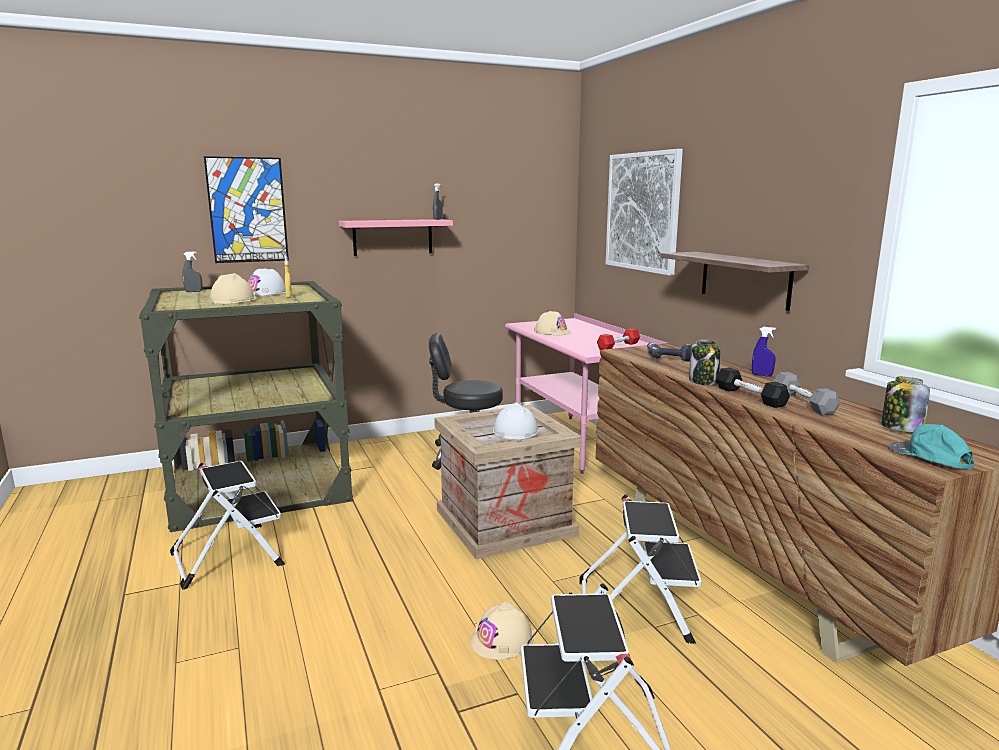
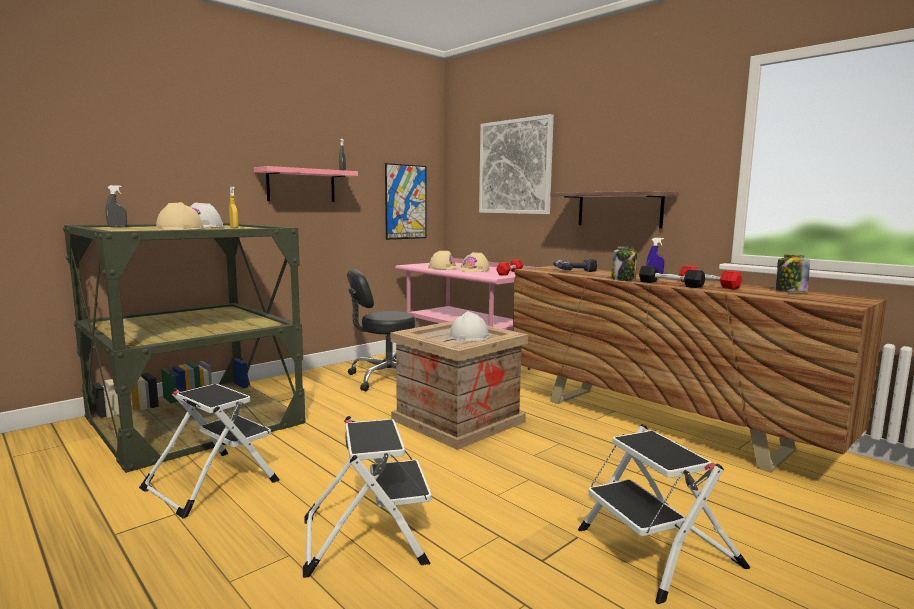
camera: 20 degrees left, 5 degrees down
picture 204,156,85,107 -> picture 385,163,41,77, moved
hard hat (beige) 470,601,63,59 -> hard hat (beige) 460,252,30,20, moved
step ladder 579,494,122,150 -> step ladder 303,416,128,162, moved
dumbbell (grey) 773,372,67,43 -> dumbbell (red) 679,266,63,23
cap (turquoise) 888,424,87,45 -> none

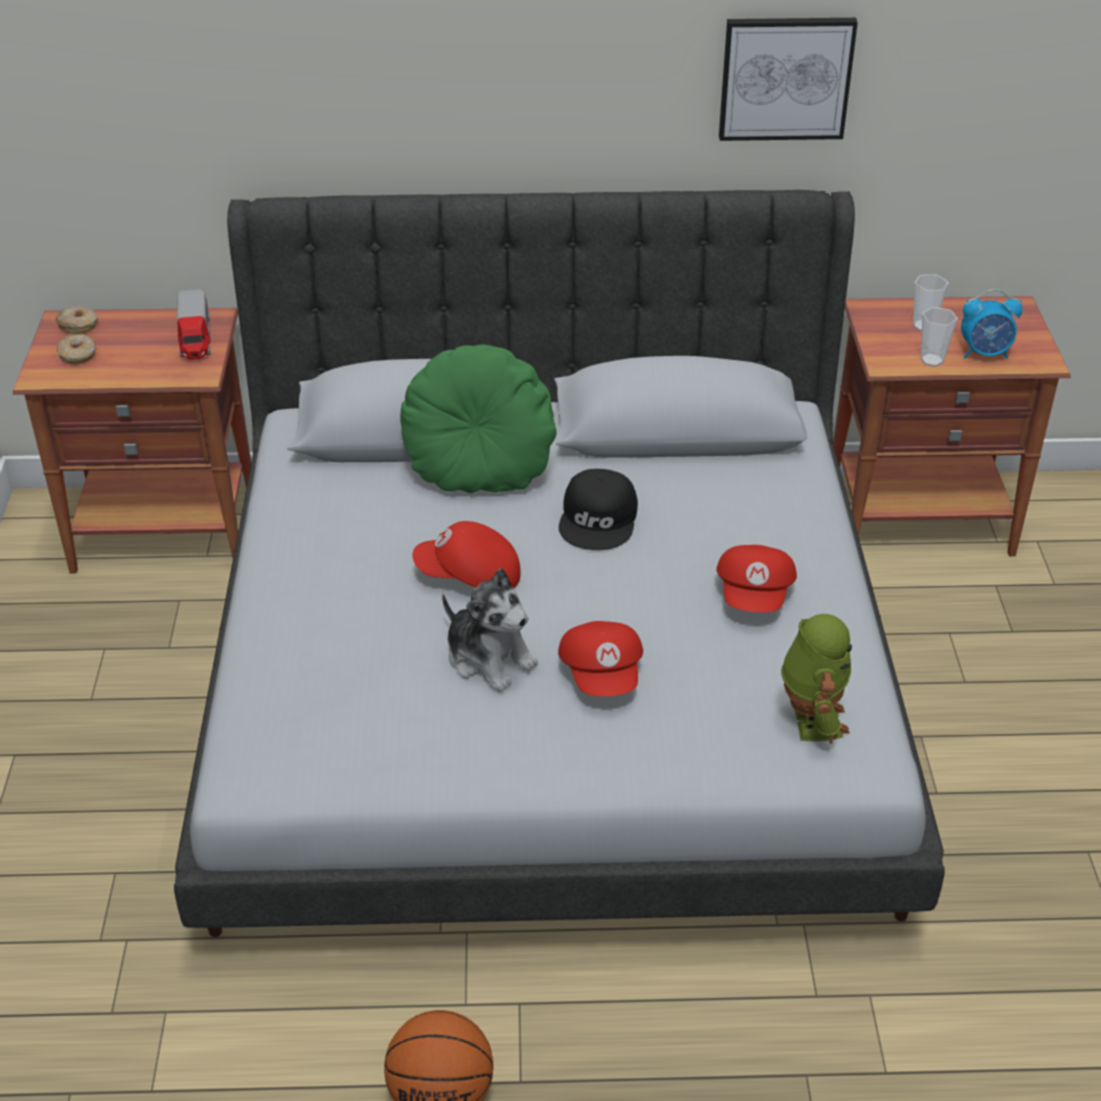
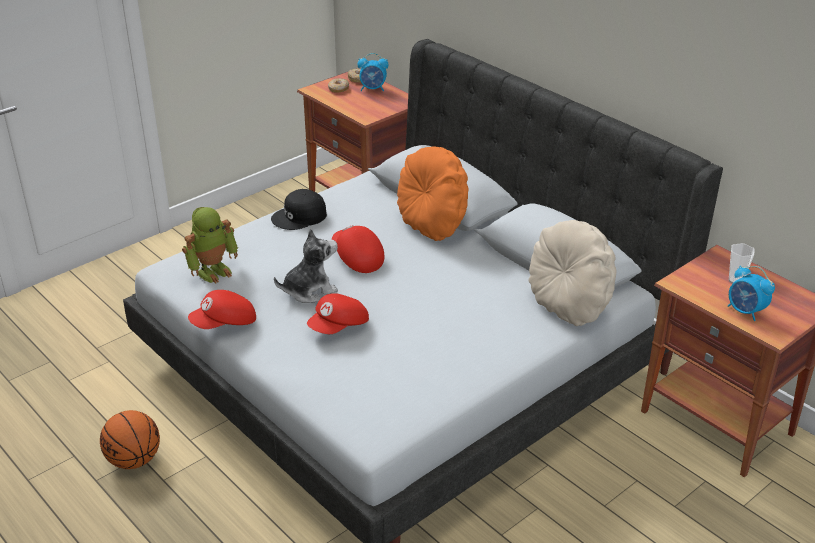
camera: 50 degrees right, 5 degrees down
toy truck 177,289,34,71 -> none
pillow (green) 400,345,157,148 -> pillow (orange) 397,146,71,95
plush toy 442,568,96,124 -> plush toy 274,228,64,75, 120 degrees counterclockwise
cap (black) 559,469,79,81 -> cap (black) 271,189,56,41, moved
cap (red) 716,545,81,67 -> cap (red) 188,290,68,39, moved
picture 719,18,139,123 -> none
toy robot 781,614,71,130 -> toy robot 182,207,56,76, moved
cup 921,307,37,60 -> none
none -> alarm clock 358,53,31,39
none -> pillow (beige) 529,220,87,106

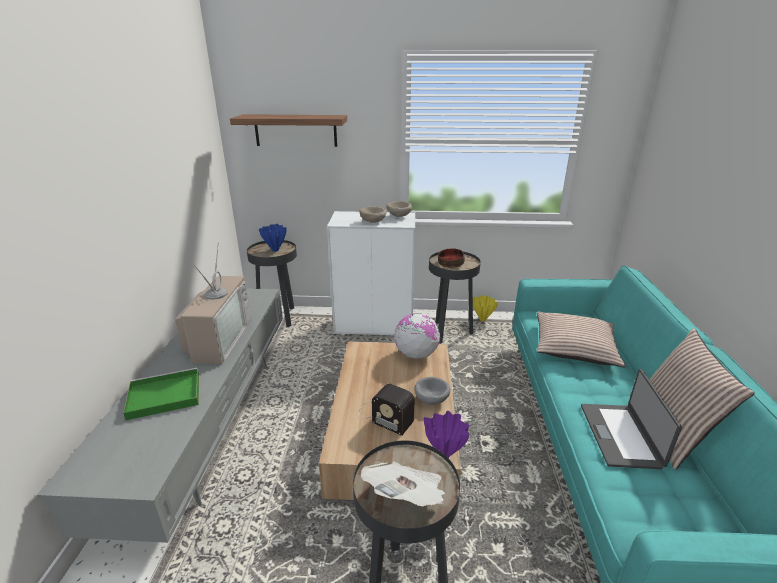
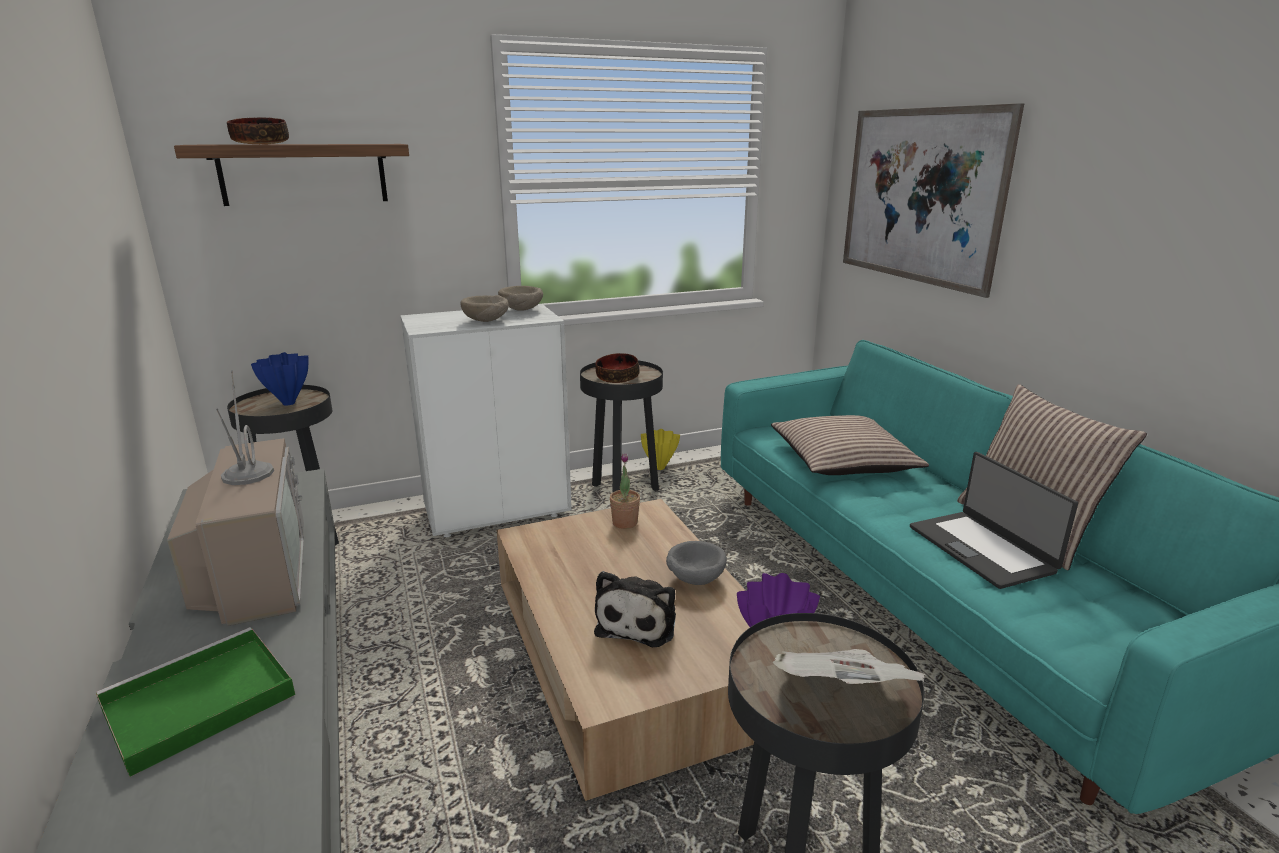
camera: 25 degrees left, 5 degrees down
radio 358,384,57,52 -> plush toy 594,571,82,76
globe 394,313,46,46 -> potted plant 610,453,30,76
none -> bowl 227,117,62,27
none -> picture 843,103,181,195

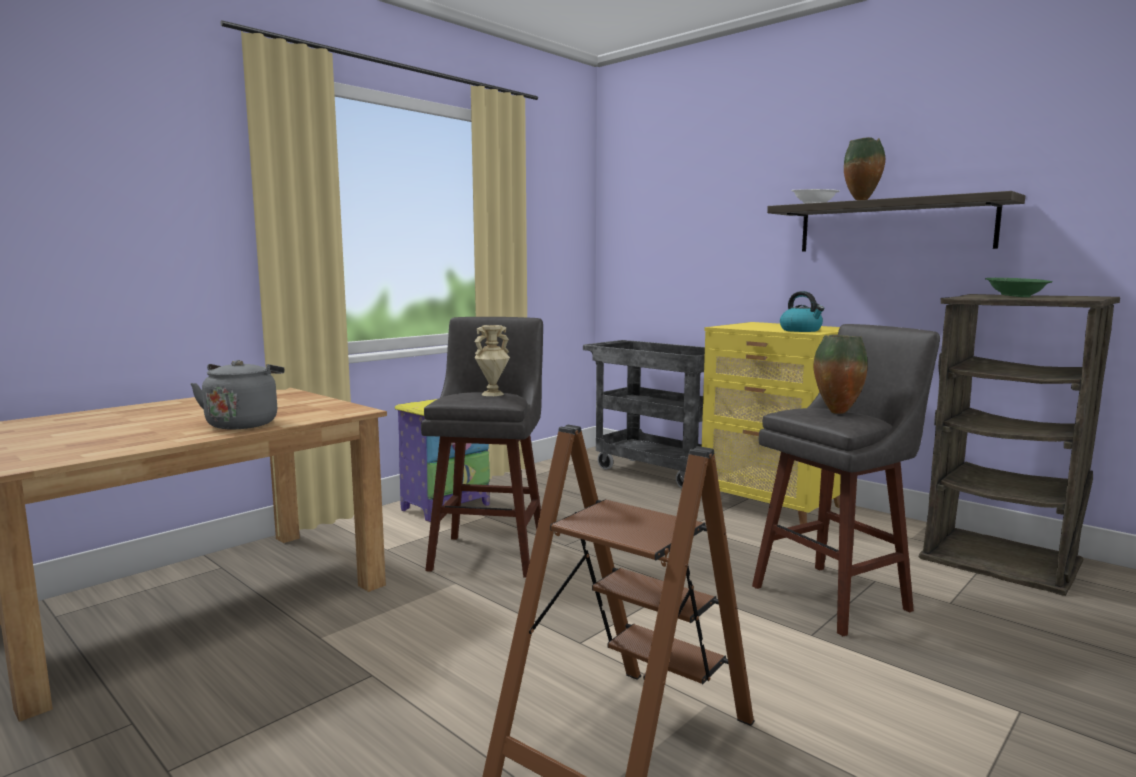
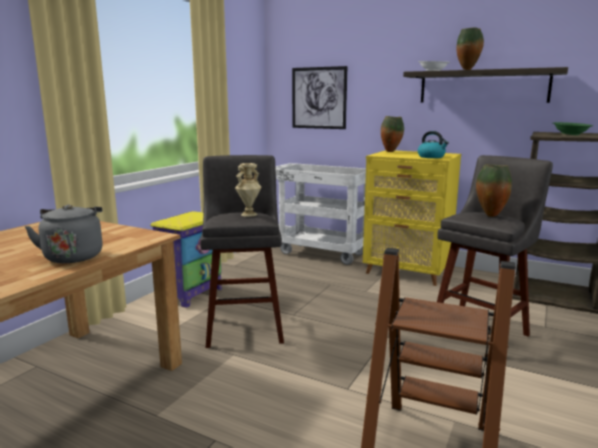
camera: 15 degrees left, 5 degrees up
cart (black) 583,340,122,149 -> cart (white) 275,163,91,102
none -> picture 292,66,55,63
none -> vase 381,116,23,36

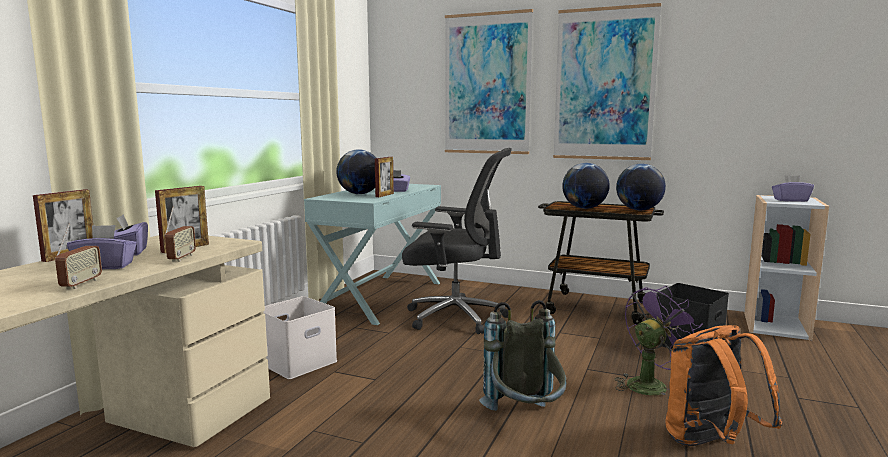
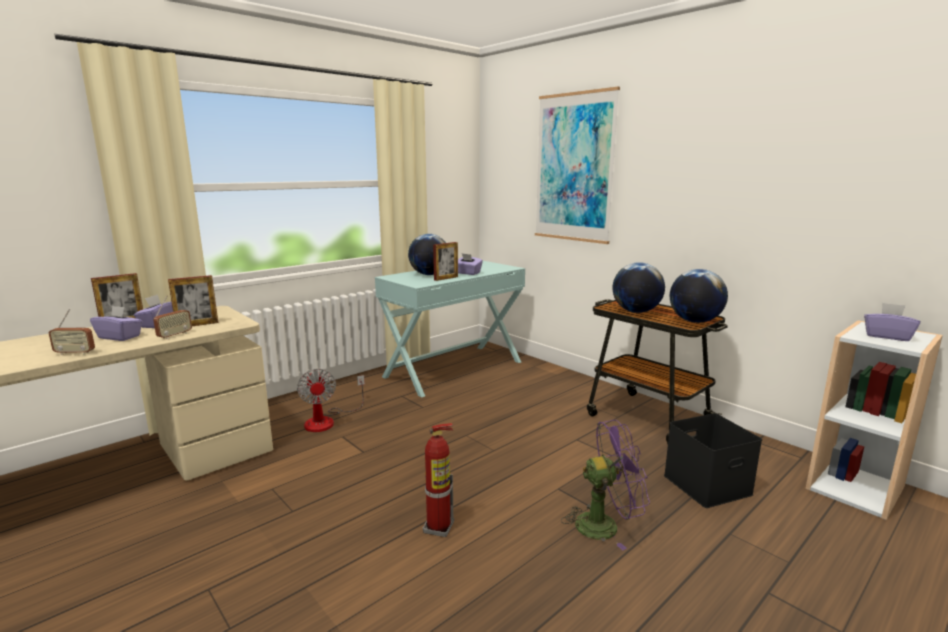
camera: 25 degrees right, 5 degrees up
radio 55,223,47,66 -> radio 49,308,46,47, 60 degrees clockwise
storage box (white) 264,296,73,83 -> fan 297,369,68,63
office chair 402,148,110,186 -> none
backpack (grey) 479,300,87,111 -> fire extinguisher 423,423,31,114
picture 553,3,108,157 -> none
backpack (orange) 665,325,117,121 -> none

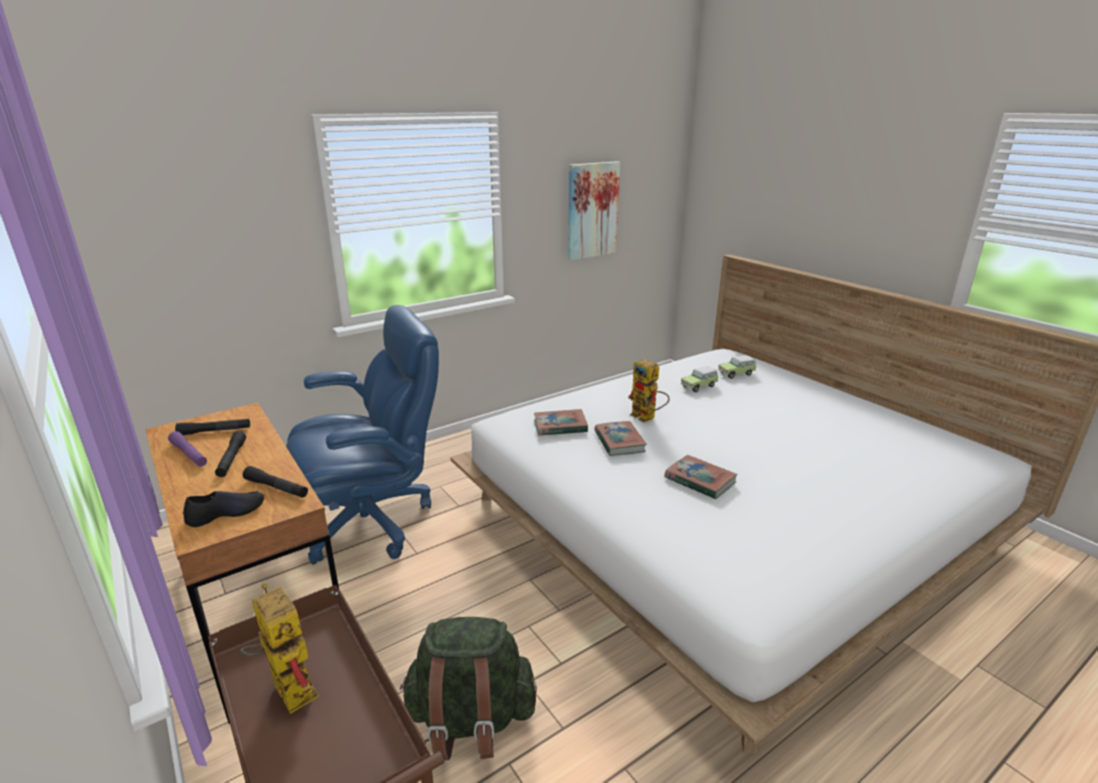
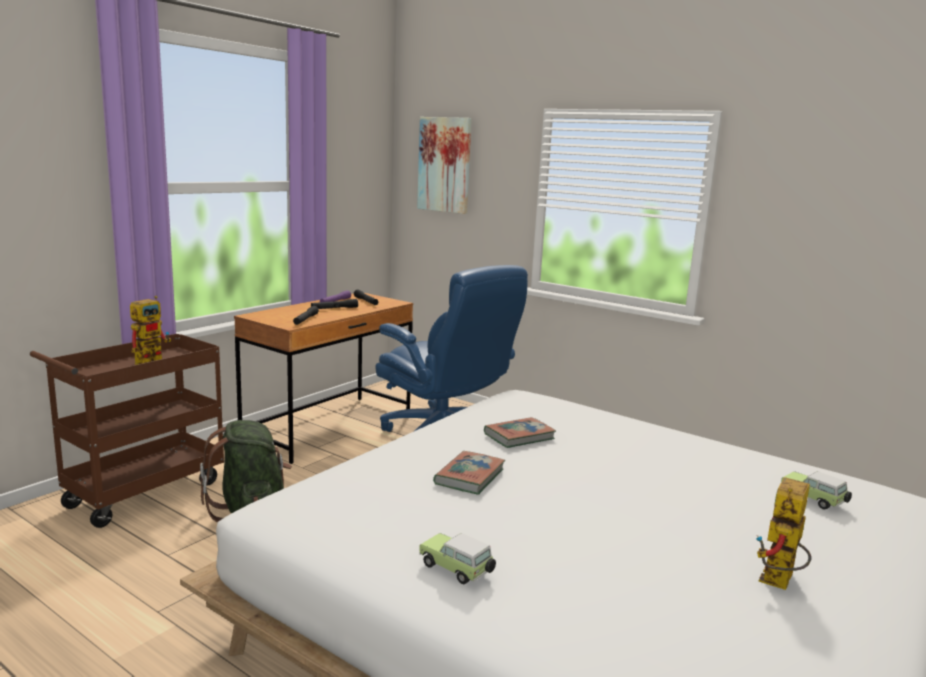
camera: 70 degrees right, 10 degrees down
shoe (black) 183,491,81,36 -> none
book 534,409,54,27 -> none
picture 568,161,52,99 -> picture 417,117,55,97, moved
toy robot 628,359,42,63 -> toy robot 756,477,55,113, moved
toy car 681,366,38,26 -> toy car 419,533,77,51, moved

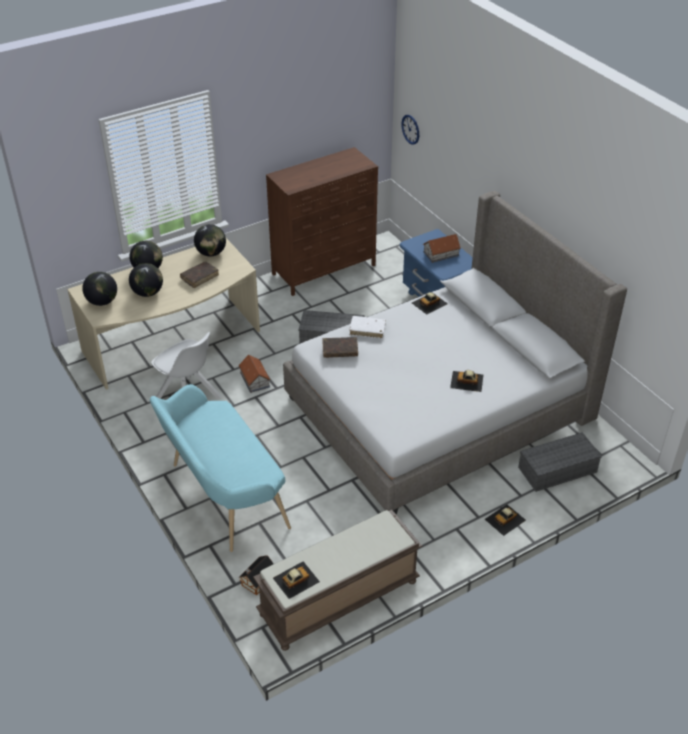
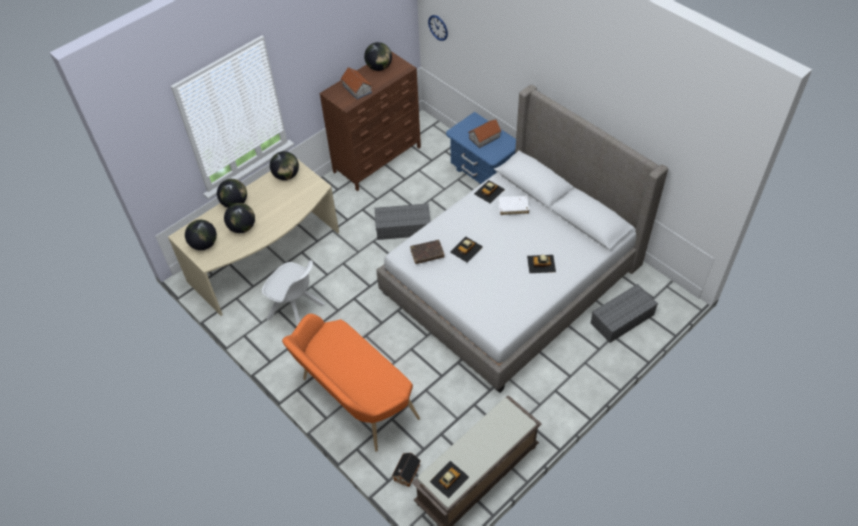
camera: 10 degrees left, 10 degrees up
bench (turquoise) 150,384,141,168 -> bench (orange) 282,314,138,138
book (brown) 180,262,39,26 -> none
toy house 239,354,32,39 -> toy house 341,67,31,33, moved
book (white) 349,316,37,23 -> book (white) 498,196,31,20, moved
toy car 485,504,41,32 -> toy car 450,237,33,26, moved
none -> globe 364,42,28,29

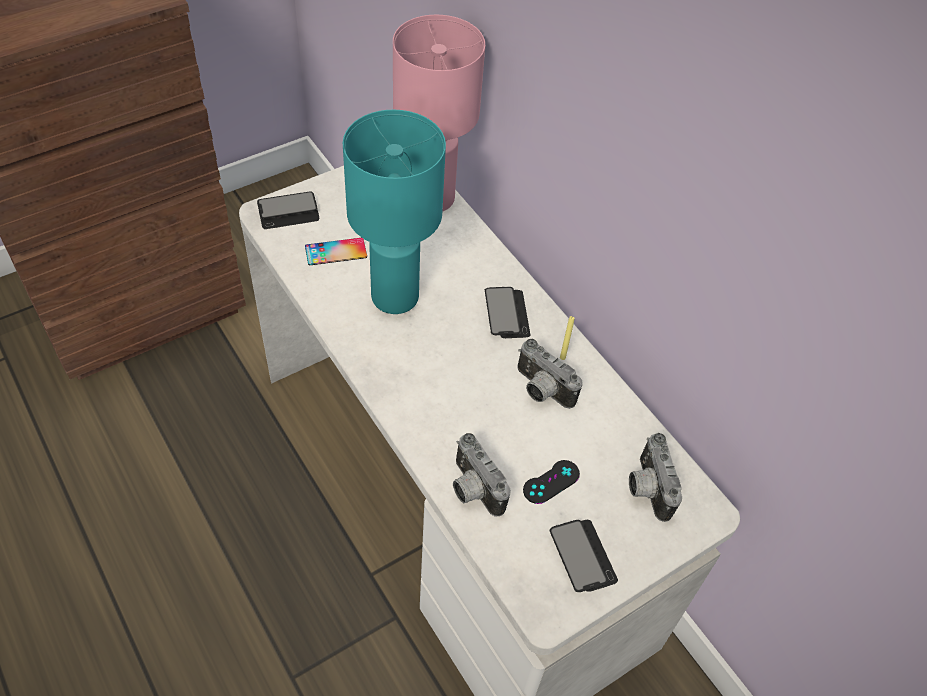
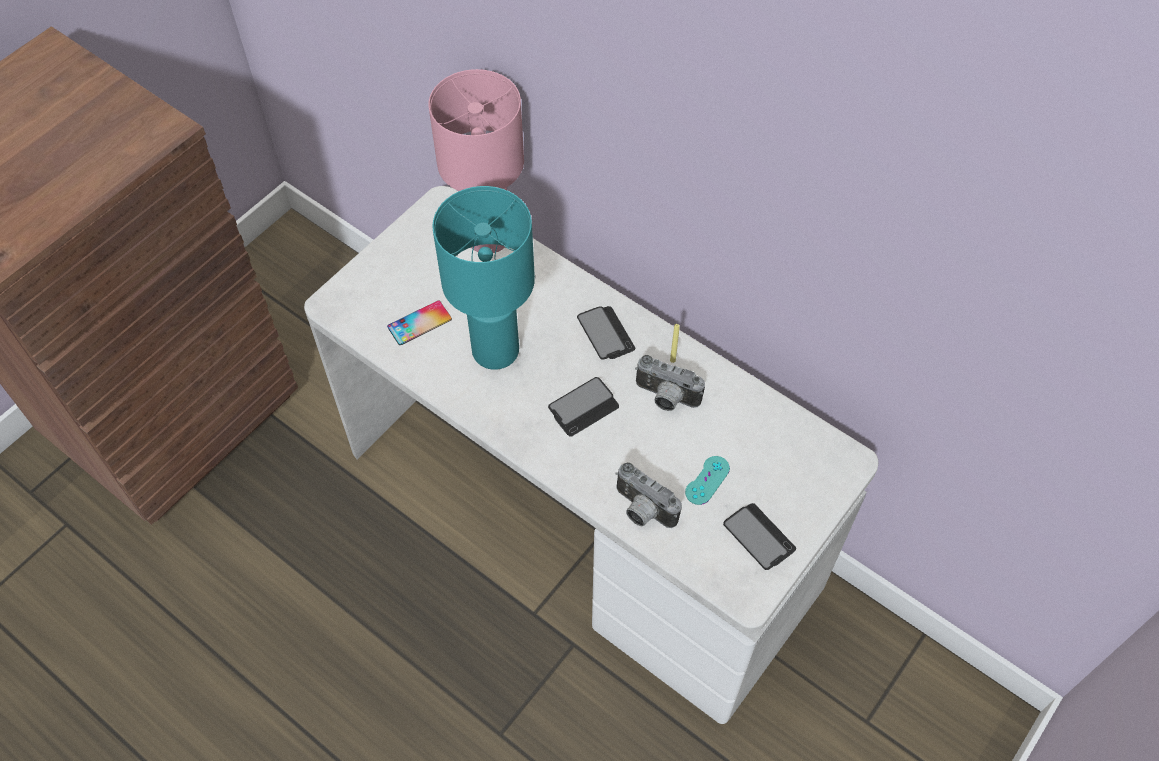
camera: 15 degrees left, 5 degrees up
phone 257,191,62,38 -> phone 548,377,71,60, moved
game controller (black) 523,460,57,44 -> game controller (turquoise) 685,456,45,49
photo camera 629,433,53,89 -> none

